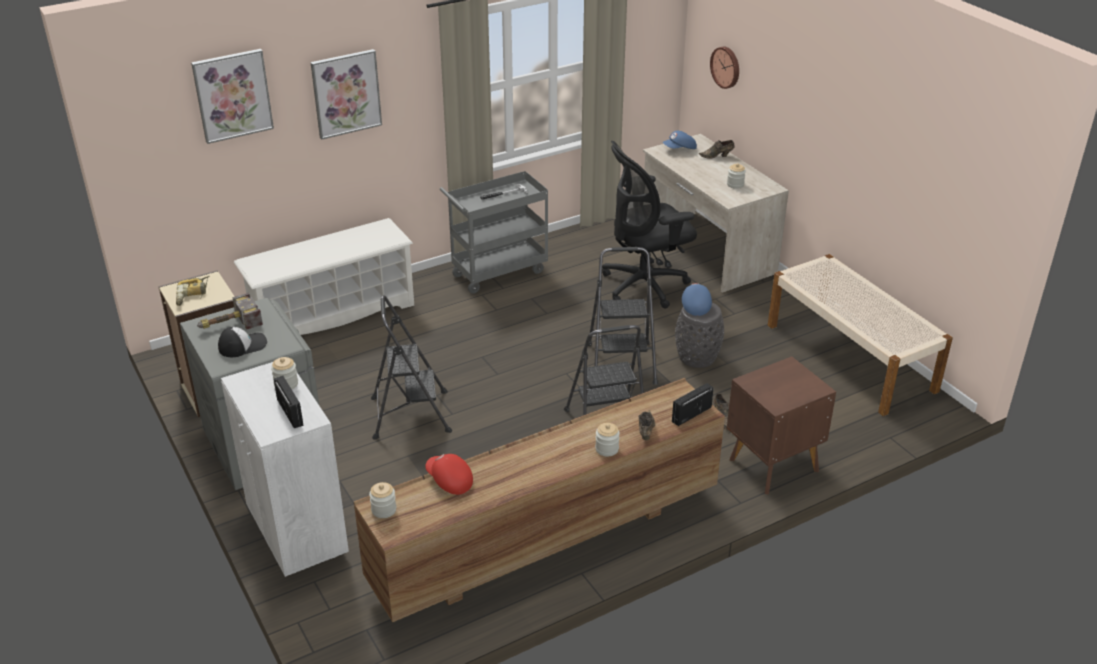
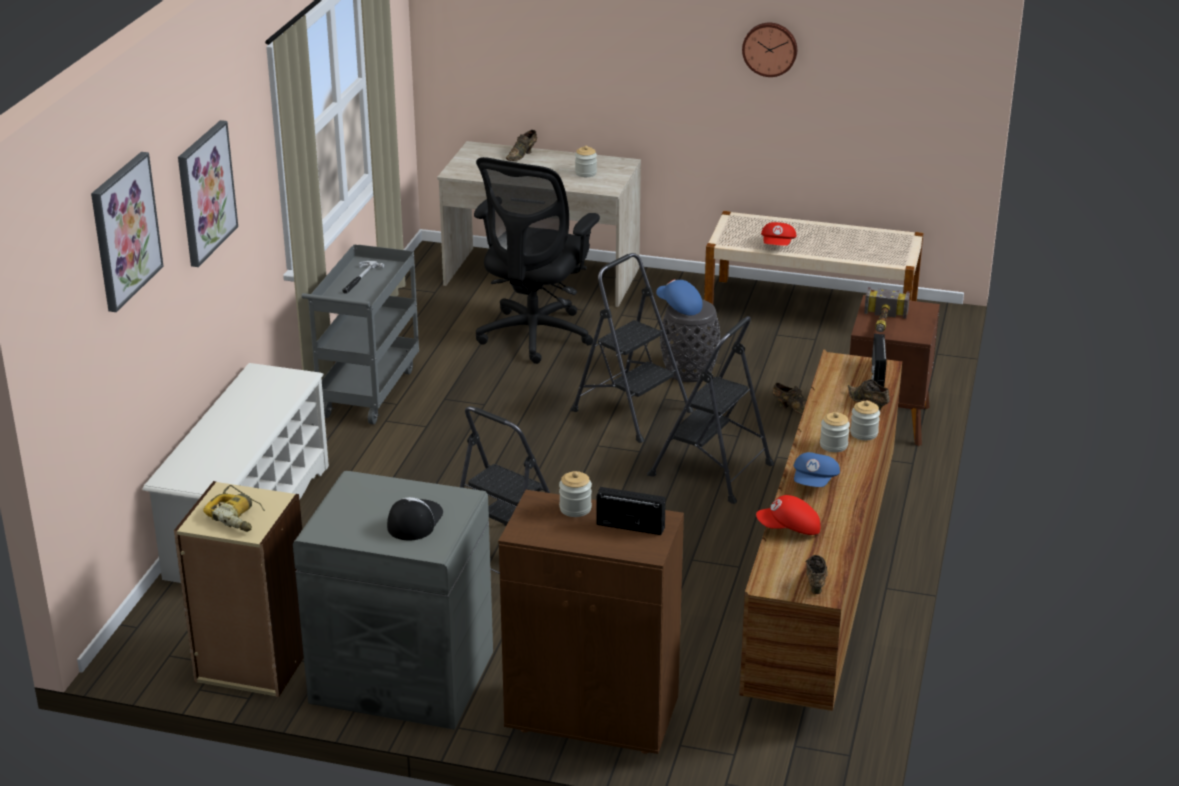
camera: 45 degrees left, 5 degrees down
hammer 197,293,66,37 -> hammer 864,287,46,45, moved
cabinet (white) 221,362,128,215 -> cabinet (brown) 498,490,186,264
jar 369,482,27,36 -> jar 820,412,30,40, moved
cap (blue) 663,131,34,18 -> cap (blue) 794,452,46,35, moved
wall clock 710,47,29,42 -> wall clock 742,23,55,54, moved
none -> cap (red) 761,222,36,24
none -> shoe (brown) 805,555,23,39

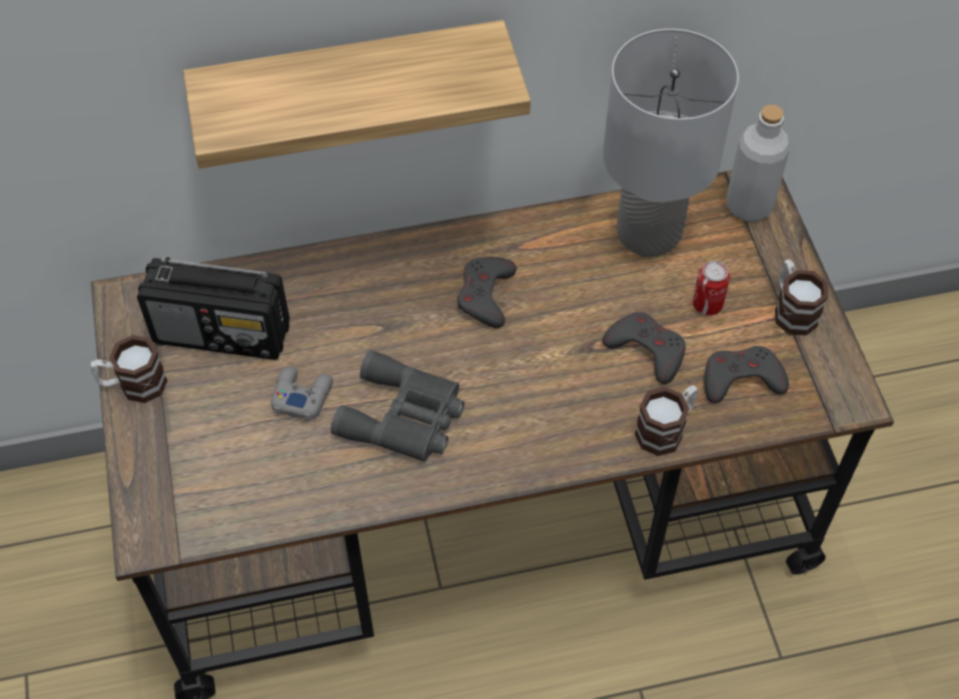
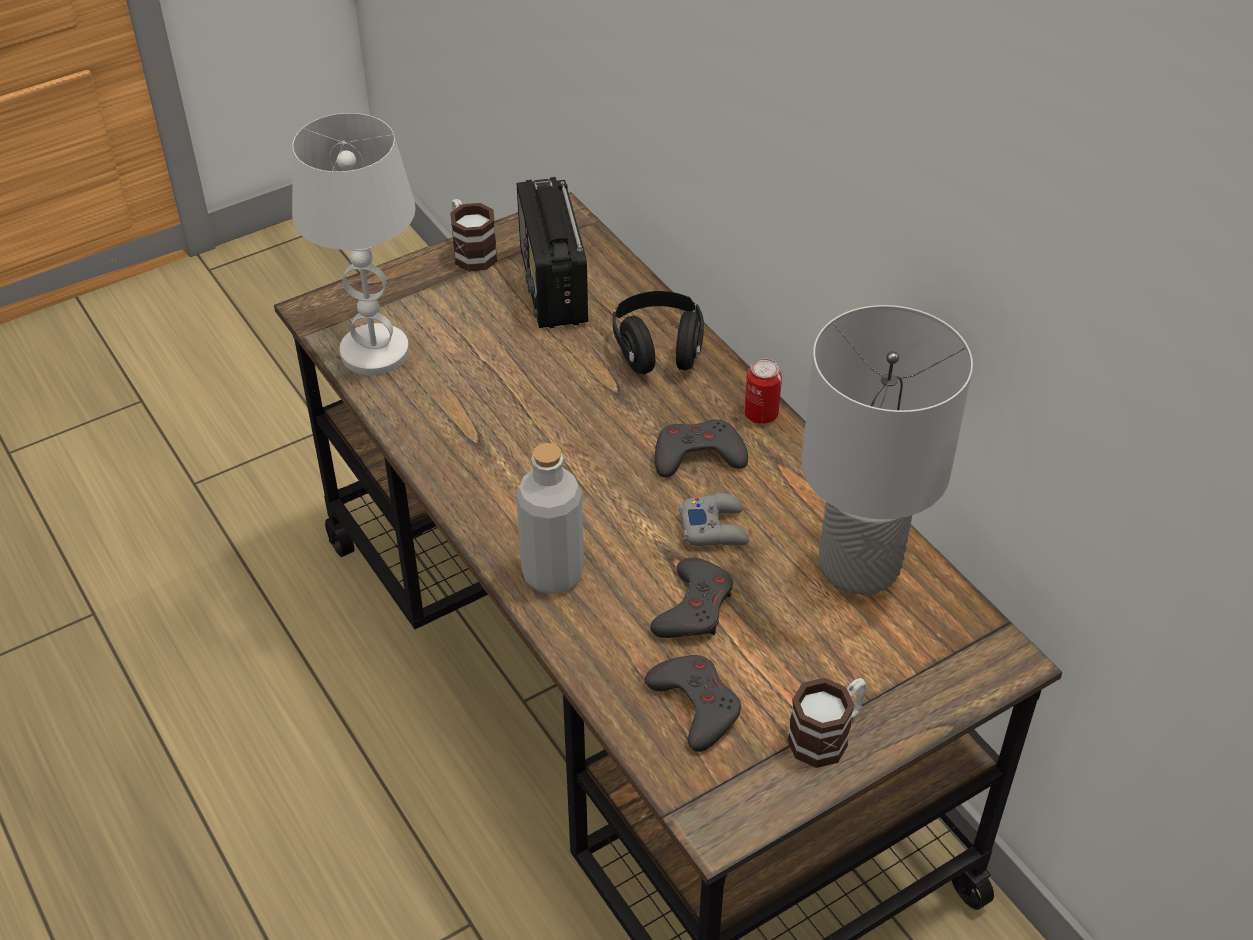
camera: 70 degrees right, 10 degrees down
shelf 183,20,348,149 -> none
game controller (grey) 271,367,62,53 -> game controller (grey) 679,493,70,53, moved
binoculars (grey) 331,350,134,112 -> none
mug 635,385,63,71 -> none
can 692,261,38,54 -> can 744,358,38,66, moved
bottle (grey) 726,105,64,117 -> bottle (grey) 516,443,68,151, moved
none -> table lamp (white) 292,113,124,262
none -> headphones (black) 613,291,91,84

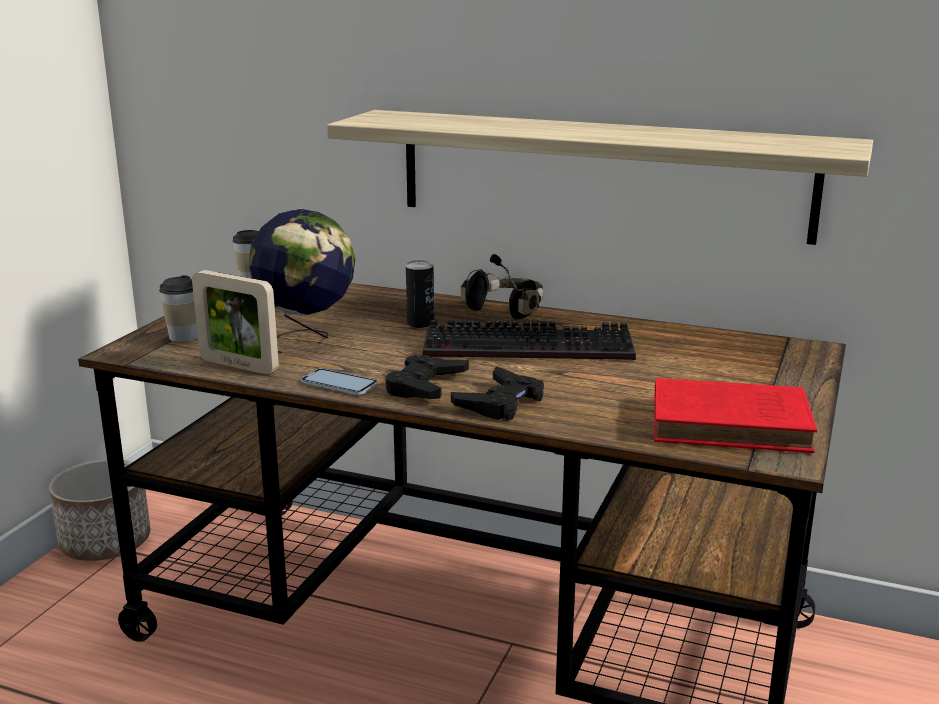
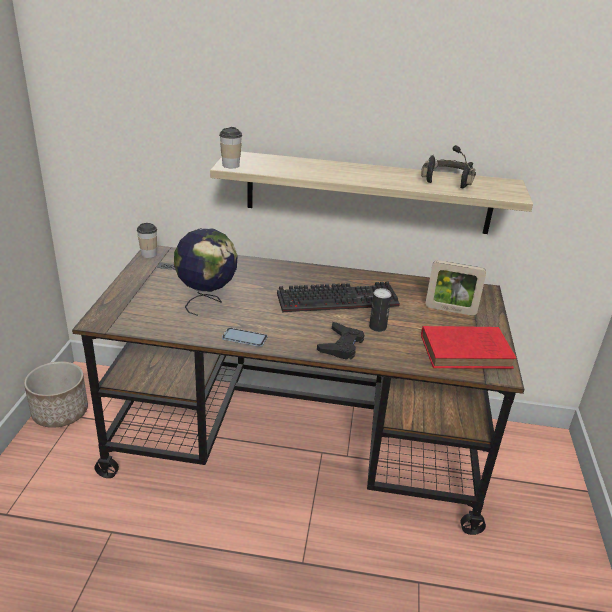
camera: 15 degrees left, 10 degrees up
cup 159,275,39,67 -> cup 219,127,23,41, moved
picture frame 192,270,87,105 -> picture frame 426,260,60,56, moved
game controller (black) 385,355,84,44 -> none
can 406,260,28,68 -> can 369,288,23,44, moved
headphones (black) 460,254,83,66 -> headphones (black) 421,145,55,43, moved

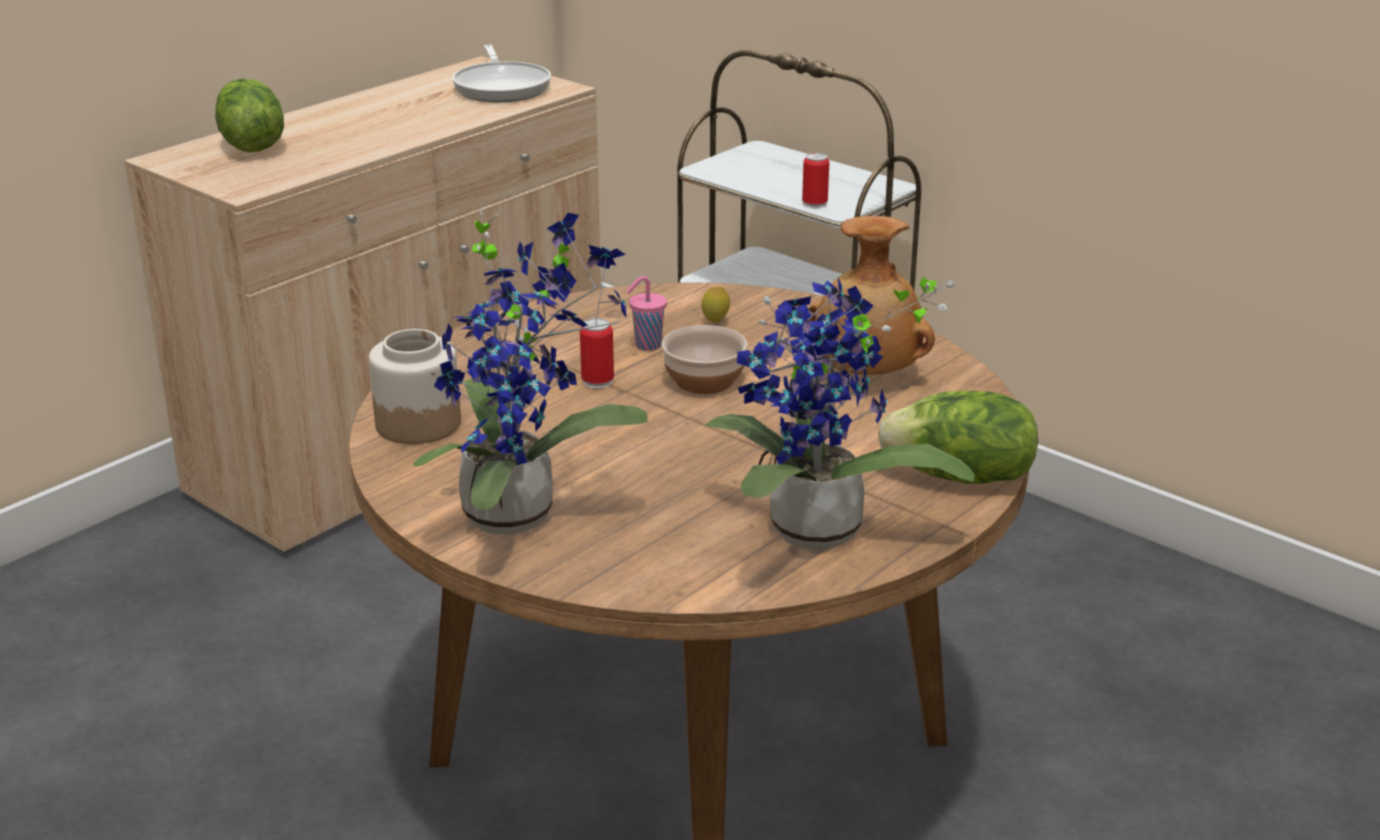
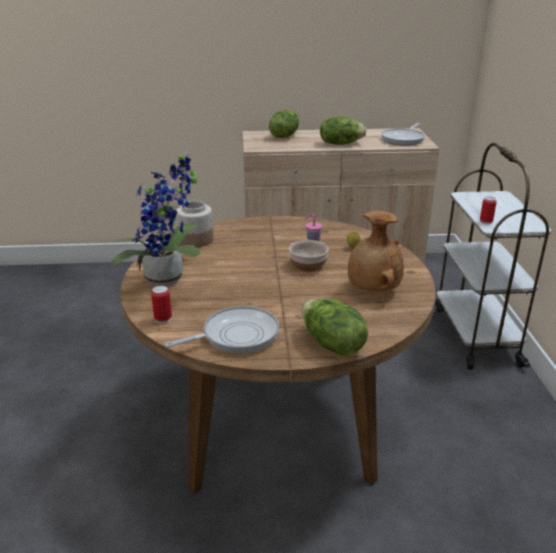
camera: 45 degrees right, 0 degrees up
can 580,318,34,71 -> can 151,286,21,37, moved
potted plant 705,277,270,273 -> frying pan 165,306,114,47
none -> lettuce 320,117,46,28

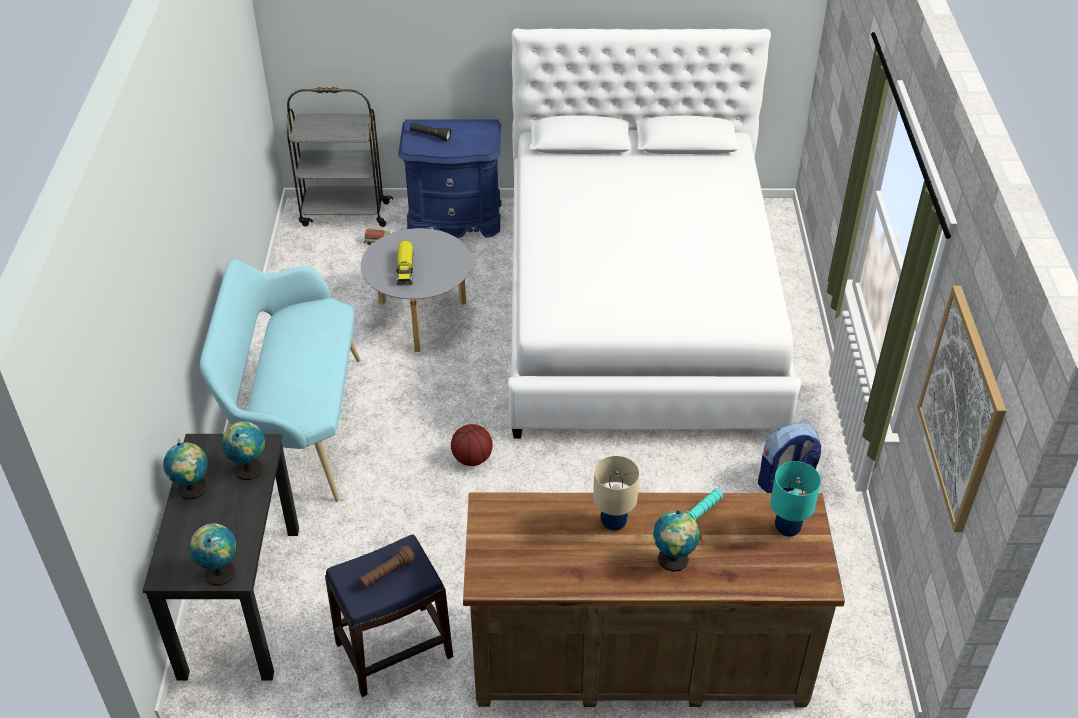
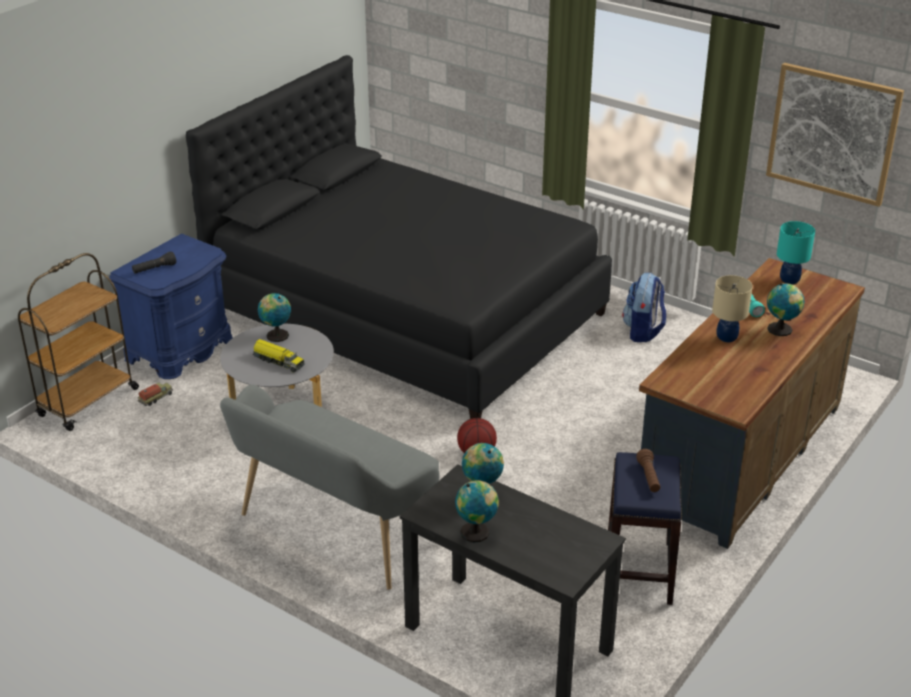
camera: 55 degrees left, 10 degrees down
globe 189,524,47,62 -> globe 258,293,33,49, moved
bench (turquoise) 200,259,160,243 -> bench (grey) 220,384,220,206
cart (grey) 287,87,106,140 -> cart (brown) 18,253,121,178
bed (white) 508,28,293,410 -> bed (black) 186,55,426,364

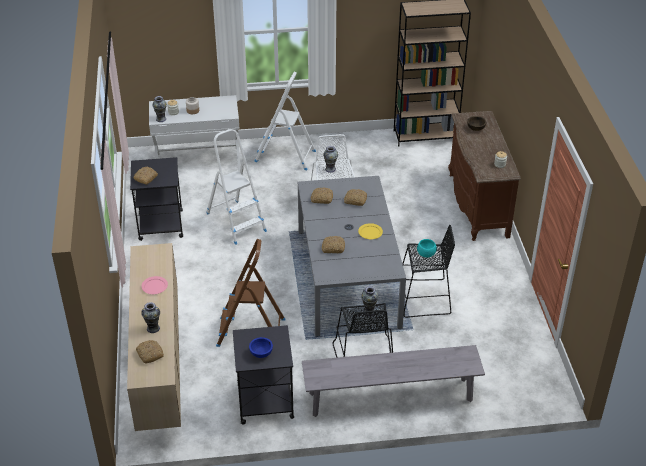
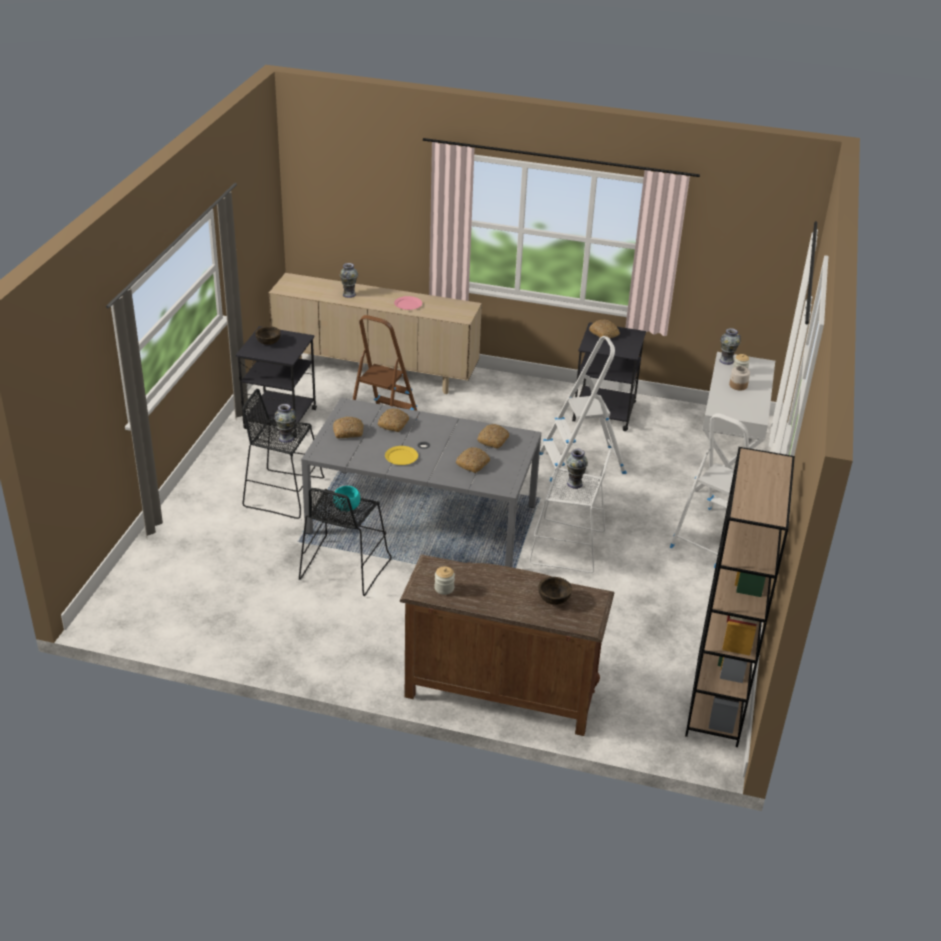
camera: 110 degrees right, 5 degrees down
bread 136,340,28,24 -> bread 333,417,31,21, moved
bowl (blue) 249,337,24,21 -> bowl (brown) 255,326,26,19
bench (grey) 302,345,183,72 -> none

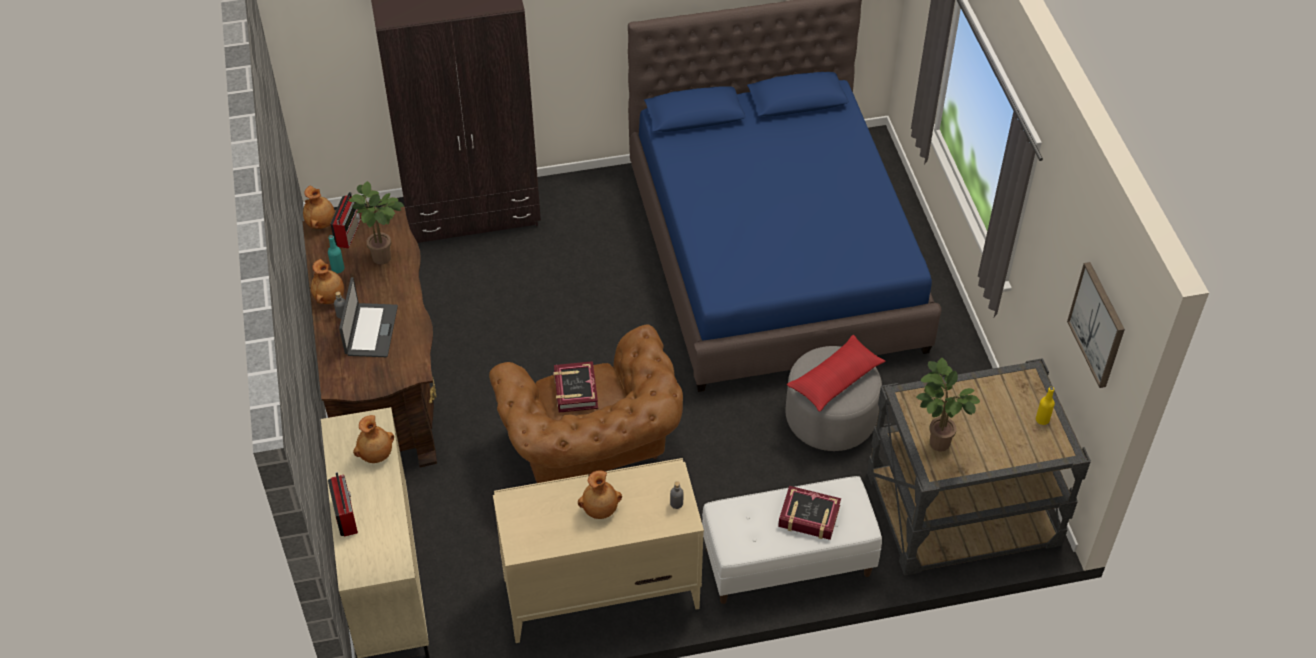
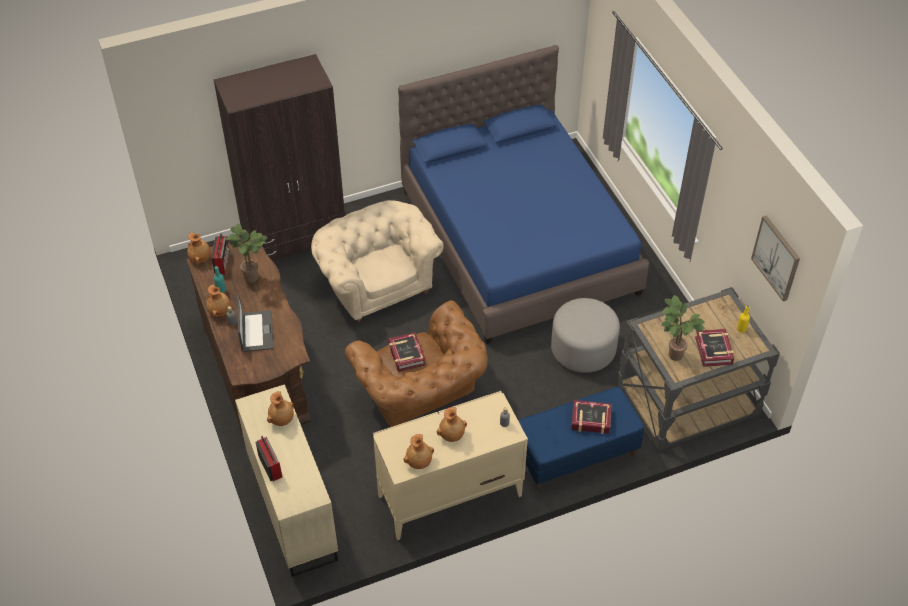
camera: 10 degrees left, 0 degrees up
bench (white) 702,476,180,128 -> bench (blue) 518,387,126,103
pillow (red) 787,335,98,77 -> none
none -> armchair (beige) 311,200,133,122
none -> vase (brown) 403,434,31,35
none -> book 695,329,39,38

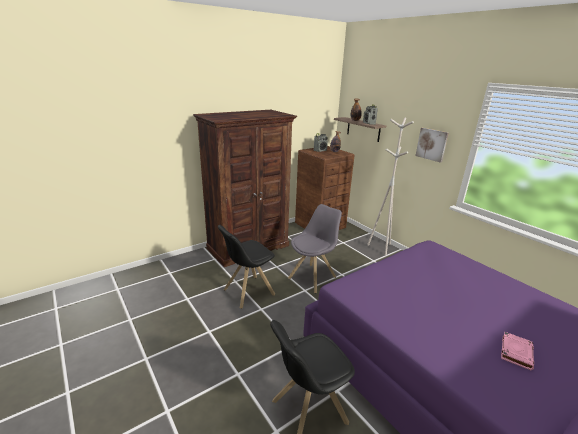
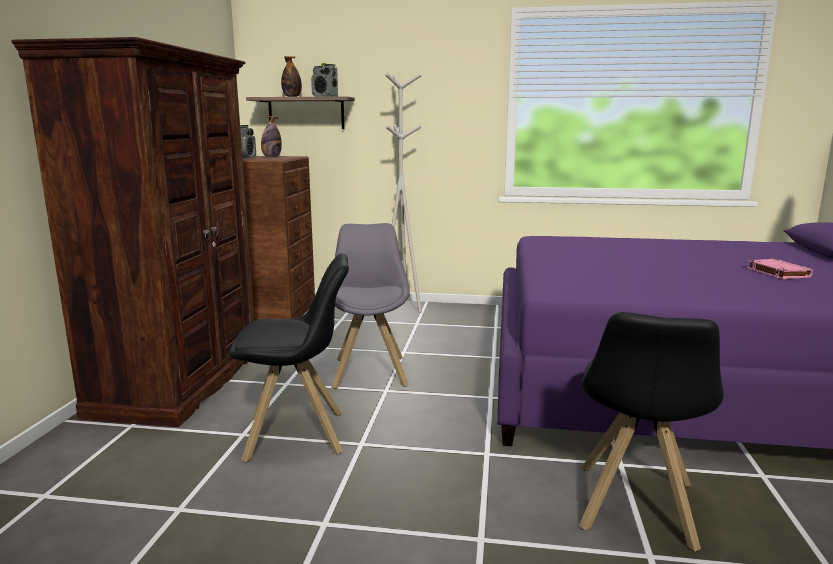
camera: 45 degrees left, 10 degrees down
chair (black) 218,225,57,84 -> chair (black) 229,253,120,209, 105 degrees counterclockwise
picture 415,128,34,35 -> none

